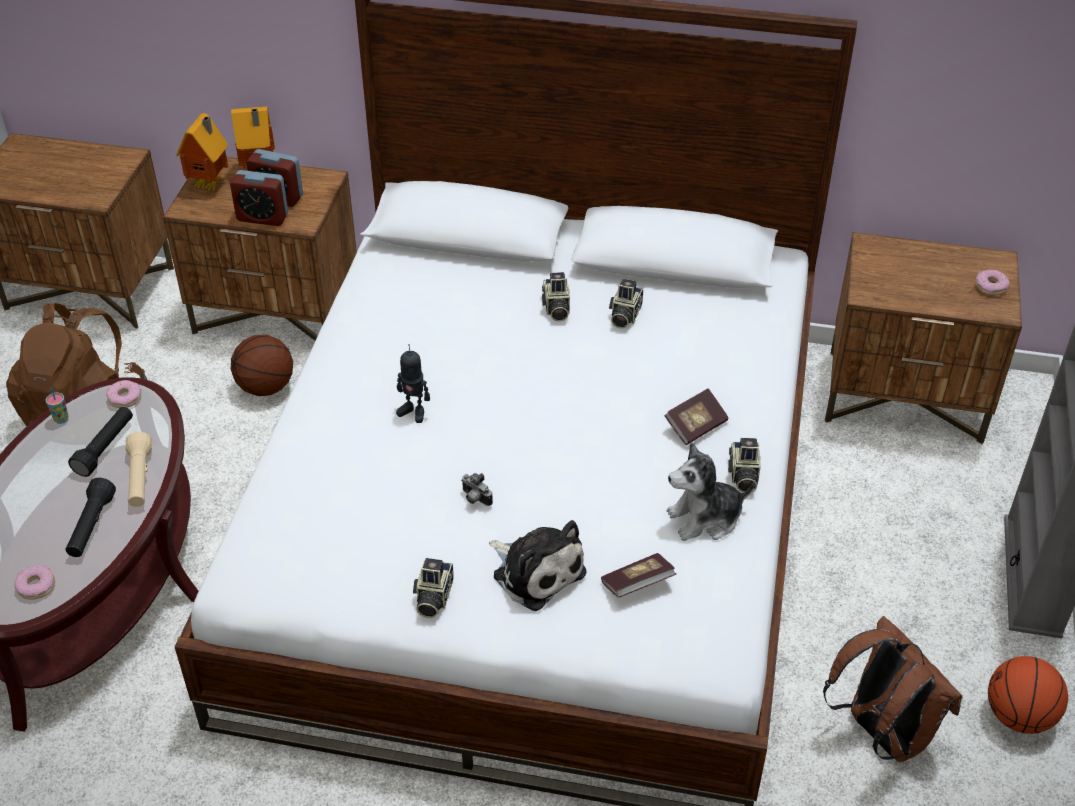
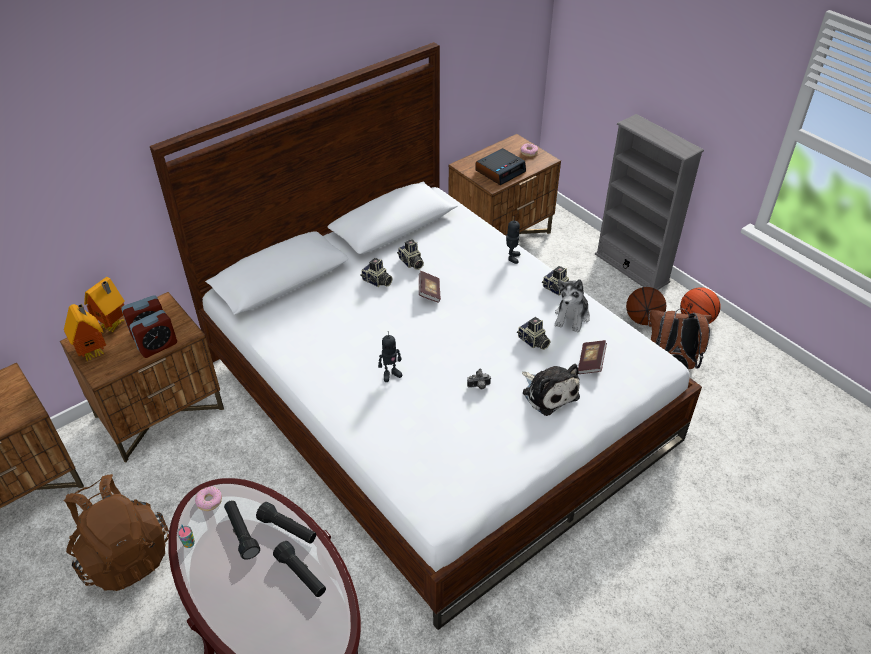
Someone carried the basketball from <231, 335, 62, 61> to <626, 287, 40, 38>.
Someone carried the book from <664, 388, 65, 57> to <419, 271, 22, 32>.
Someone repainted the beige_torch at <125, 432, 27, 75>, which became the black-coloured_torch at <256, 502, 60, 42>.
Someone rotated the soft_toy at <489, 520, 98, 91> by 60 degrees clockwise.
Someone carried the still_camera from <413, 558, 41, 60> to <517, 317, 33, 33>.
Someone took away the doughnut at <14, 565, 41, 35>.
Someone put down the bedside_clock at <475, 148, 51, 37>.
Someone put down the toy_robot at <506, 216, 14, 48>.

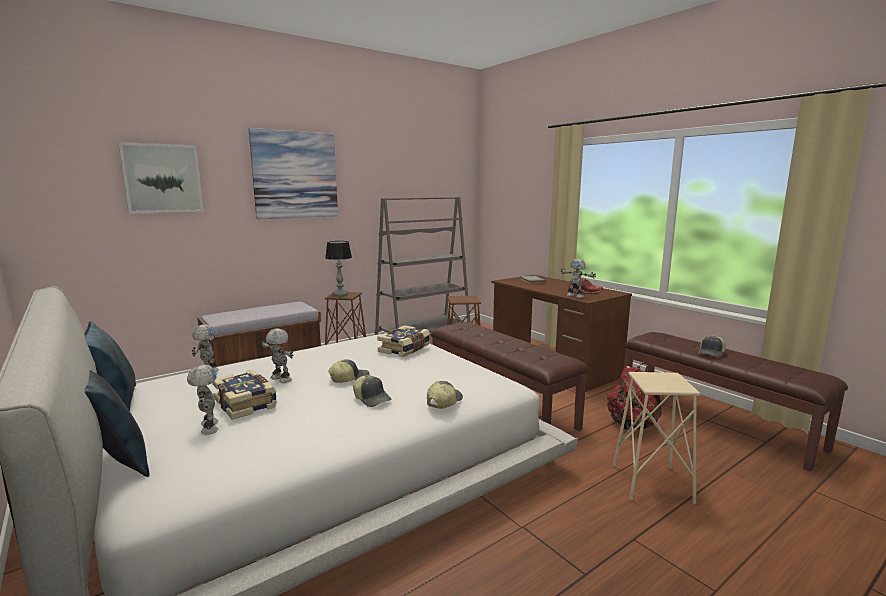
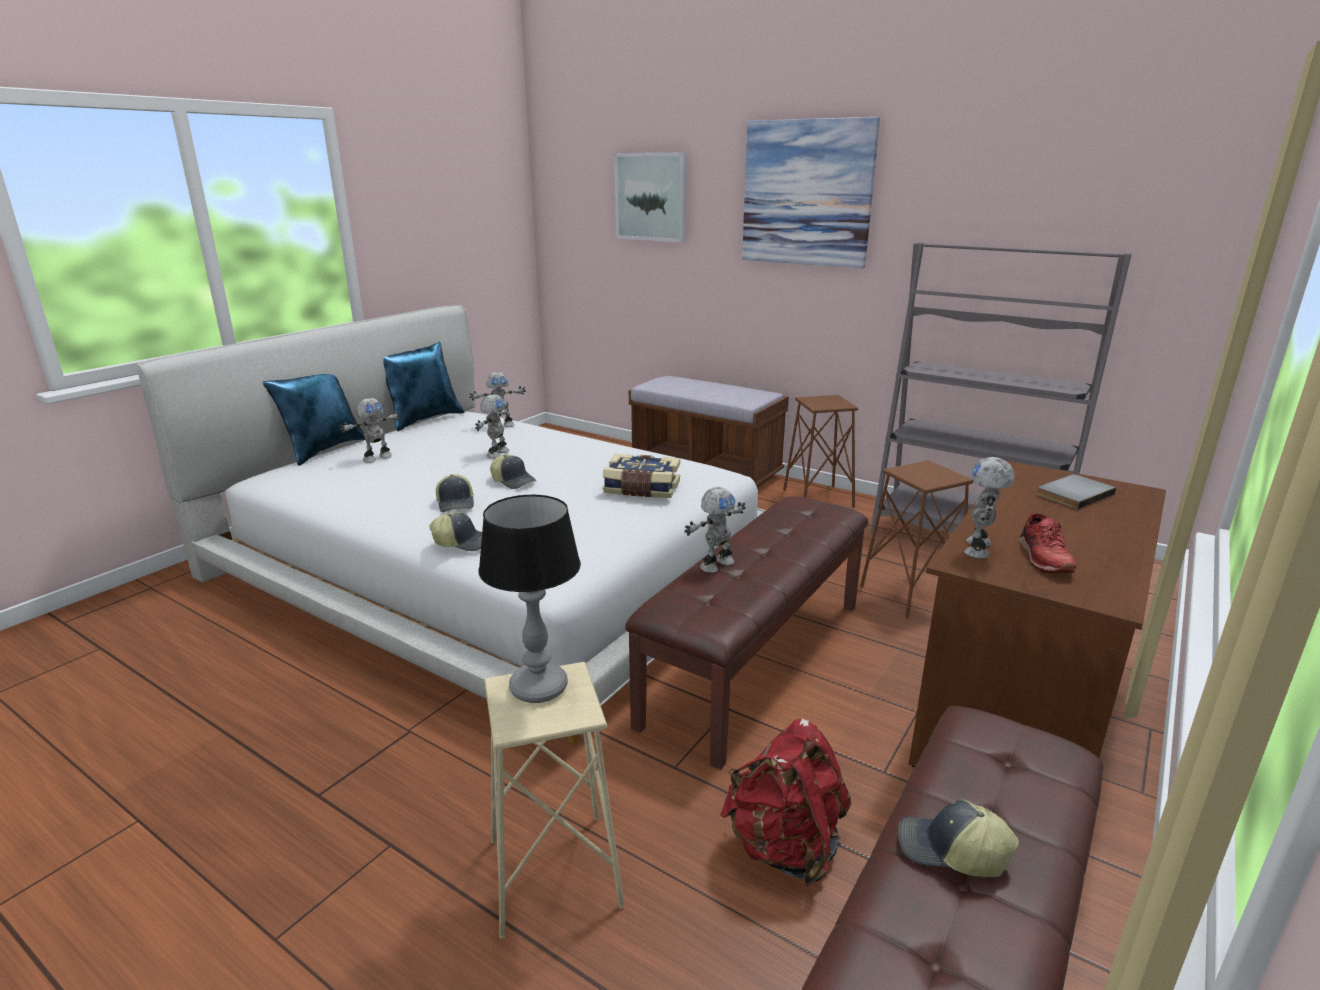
Someone carried the lamp_for_a_table from <325, 241, 27, 56> to <478, 494, 103, 209>.
Someone took away the book at <212, 370, 65, 50>.
Someone rotated the cap at <353, 375, 38, 32> by 45 degrees counterclockwise.
Someone put down the toy_robot at <684, 487, 62, 86>.

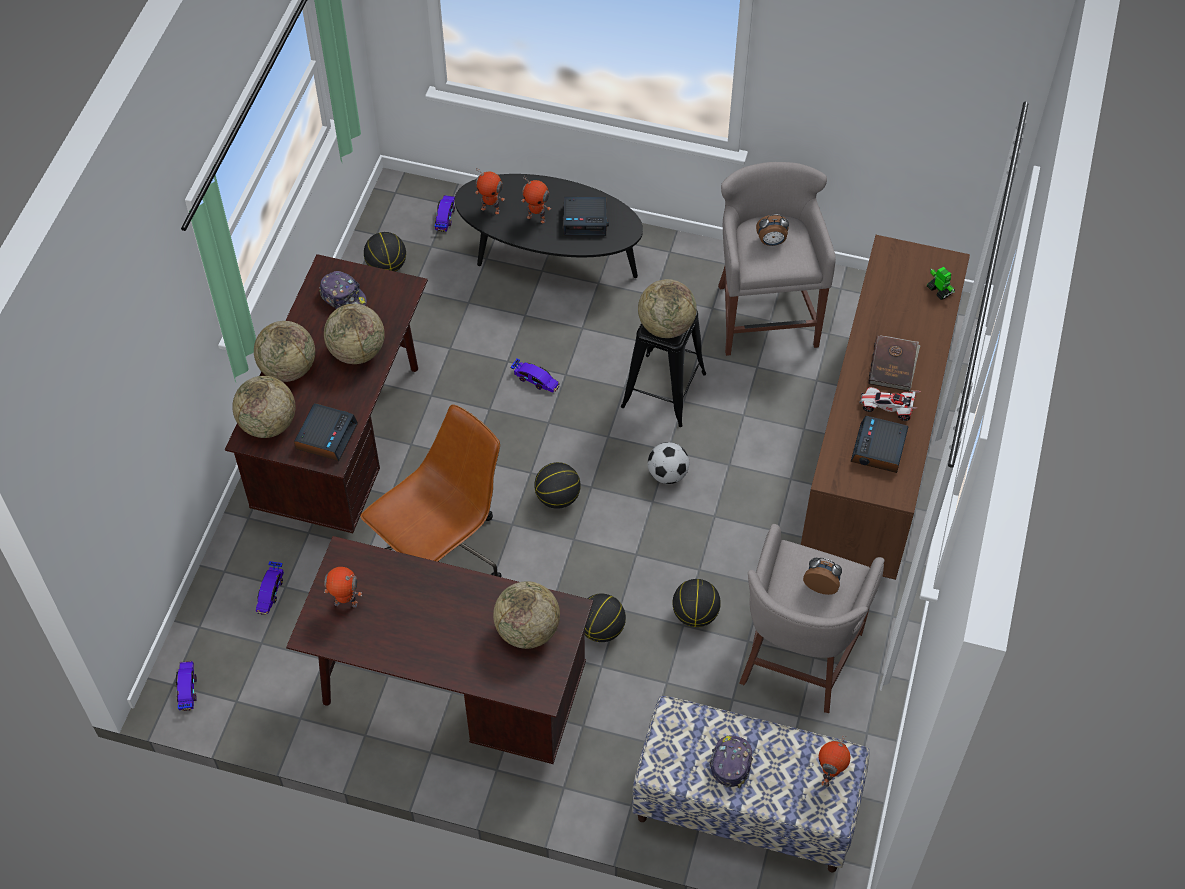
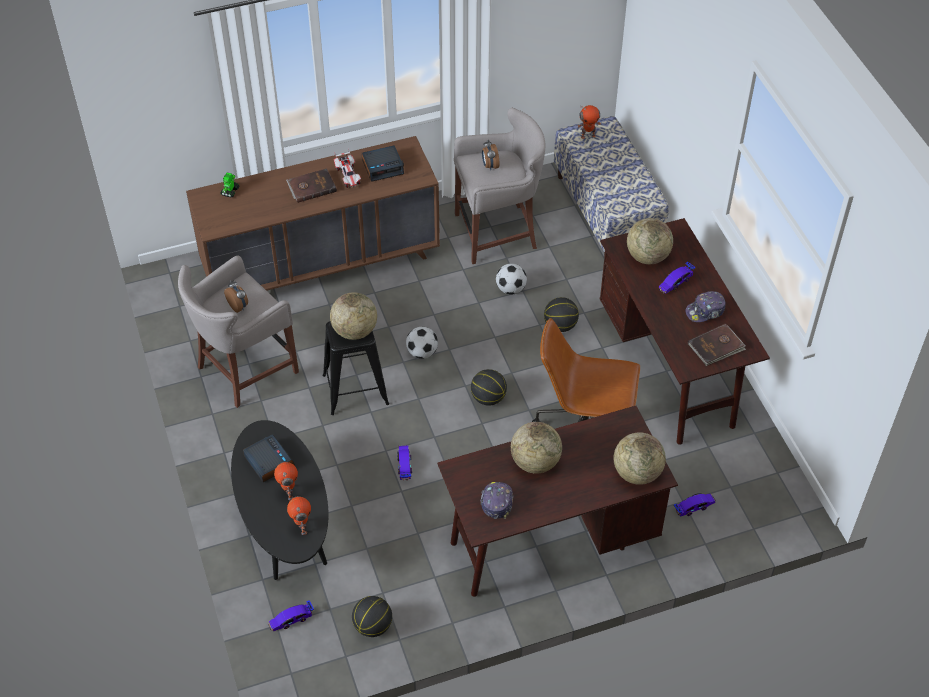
Someone took away the globe at <254, 321, 61, 61>.
Someone took away the bedside_clock at <294, 403, 64, 58>.
Someone swapped the toy_robot at <324, 567, 38, 41> for the brown-coloured_book at <688, 324, 58, 42>.
Someone swapped the basketball at <672, 579, 49, 48> for the football at <496, 263, 31, 32>.
Someone carried the model_car from <176, 661, 21, 50> to <659, 262, 37, 32>.
Someone carried the cap from <709, 735, 44, 53> to <685, 291, 41, 31>.

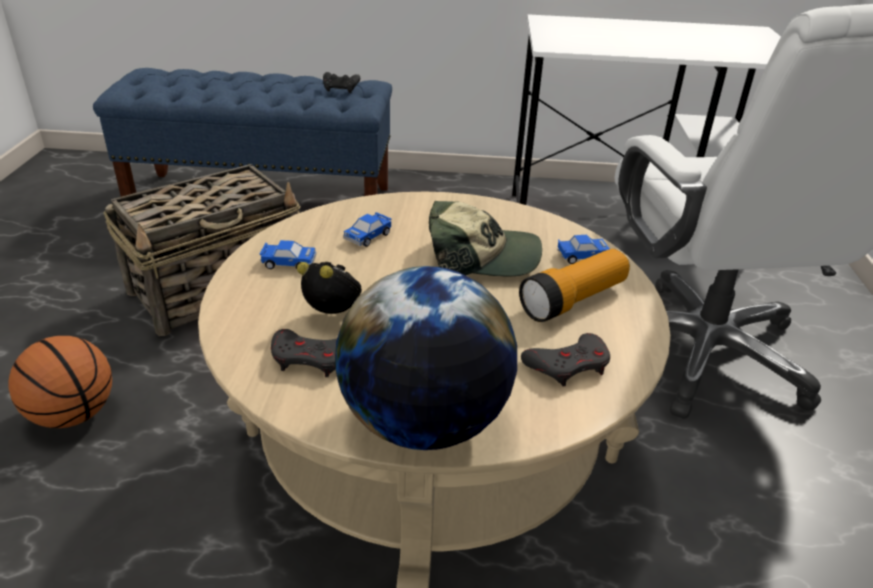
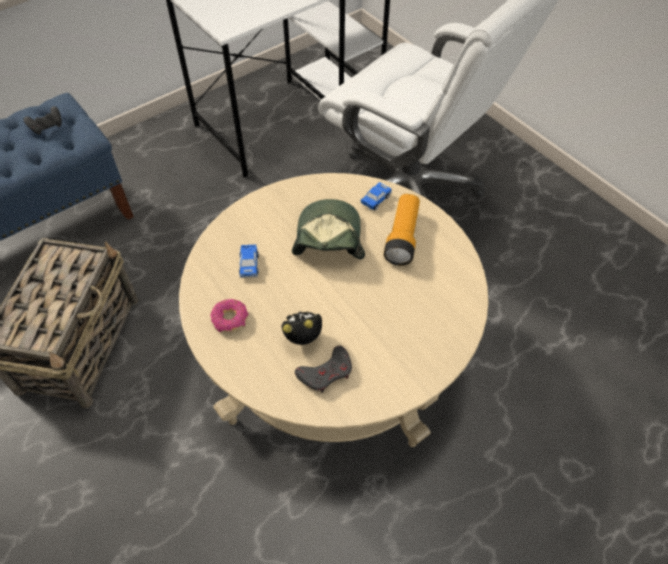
Someone rotated the cap at <429, 201, 113, 76> by 45 degrees counterclockwise.
Someone swapped the model_car at <260, 240, 56, 29> for the doughnut at <210, 299, 39, 34>.
Someone took away the globe at <335, 266, 182, 184>.
Someone took away the greyish_joypad at <521, 333, 89, 53>.
Someone took away the basketball at <8, 336, 104, 92>.

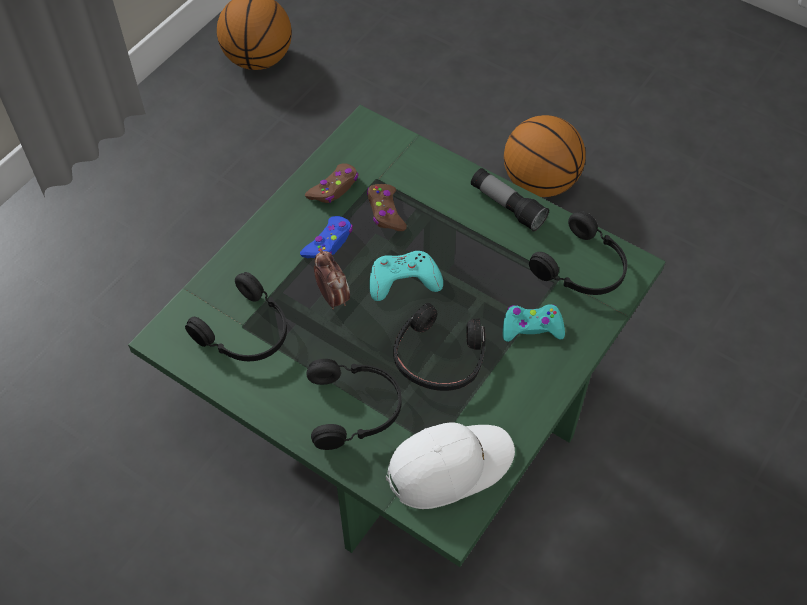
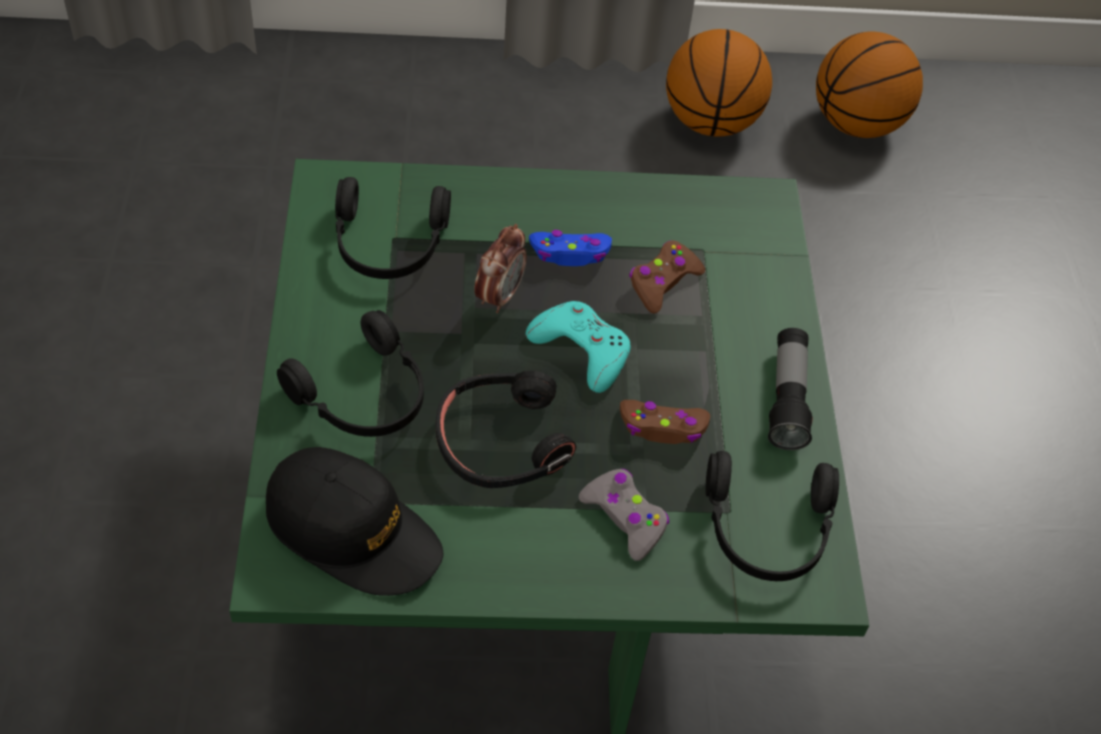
Someone carried the basketball from <504, 115, 82, 82> to <666, 29, 106, 108>.
Someone carried the brown-coloured_joypad from <305, 163, 53, 40> to <620, 400, 90, 44>.
Someone repainted the blue-green_joypad at <503, 304, 62, 38>, which became the greyish_joypad at <579, 469, 90, 92>.
Someone repainted the white_cap at <386, 422, 129, 87>, which became the black-coloured_cap at <266, 447, 177, 149>.

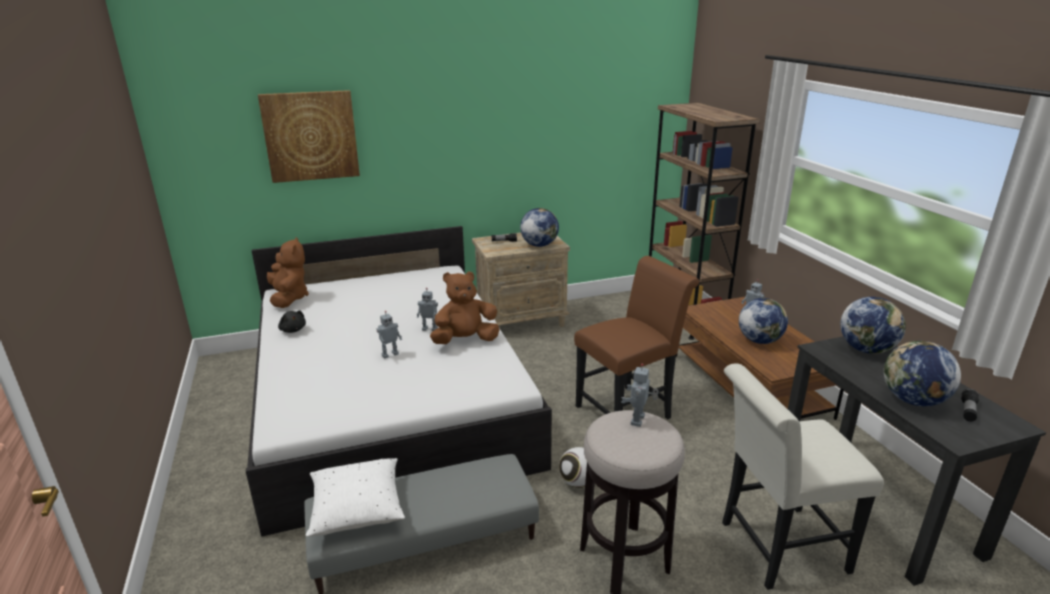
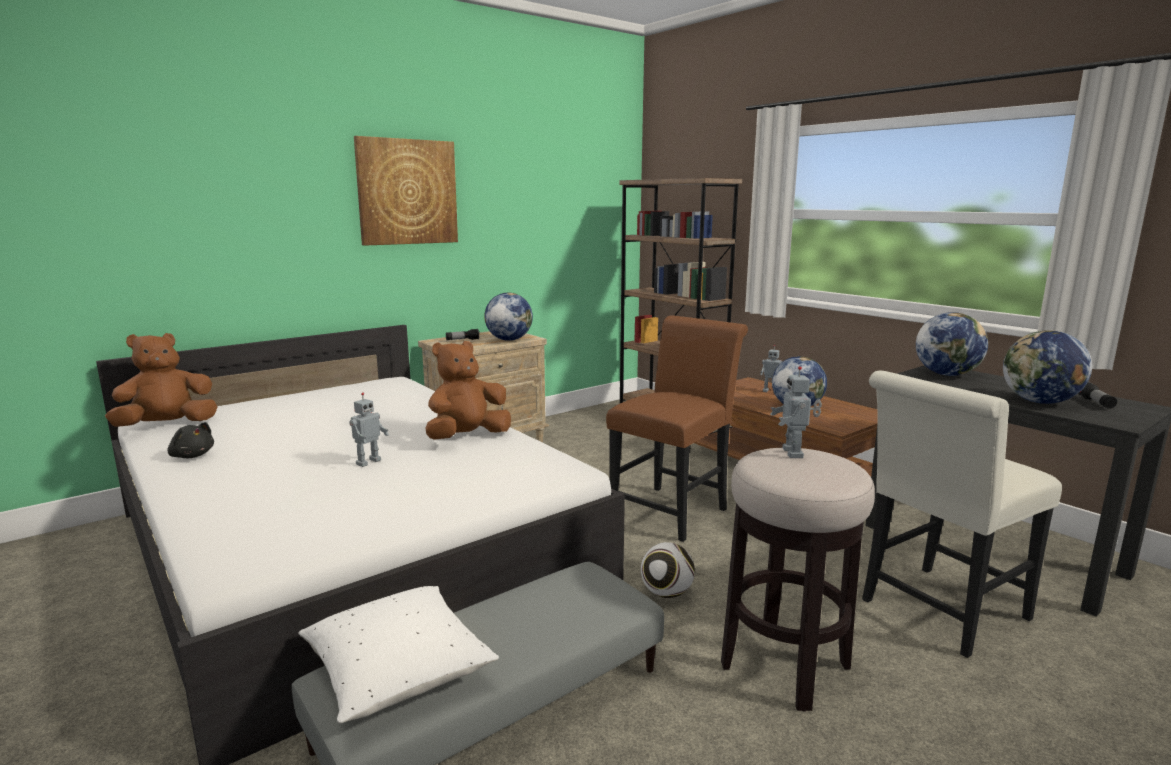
Someone carried the wall_picture from <258, 90, 102, 93> to <354, 136, 104, 110>.
Someone rotated the brown-coloured_soft_toy at <267, 237, 42, 71> by 90 degrees counterclockwise.
Someone took away the toy_robot at <417, 288, 21, 43>.

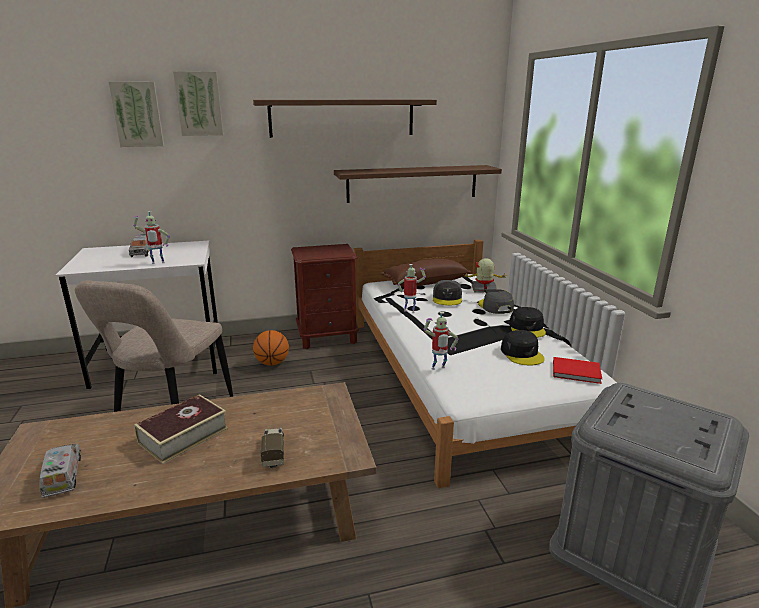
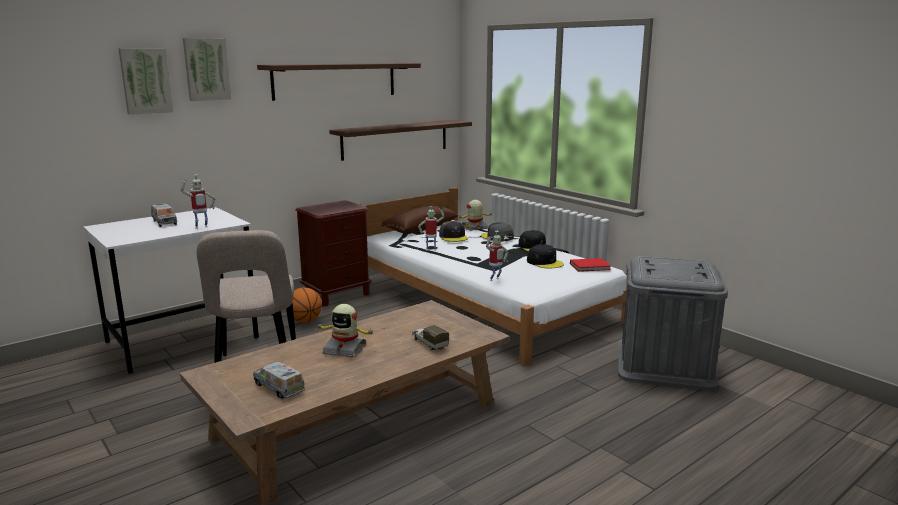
Someone swapped the book at <134, 394, 94, 70> for the toy_robot at <315, 304, 59, 54>.

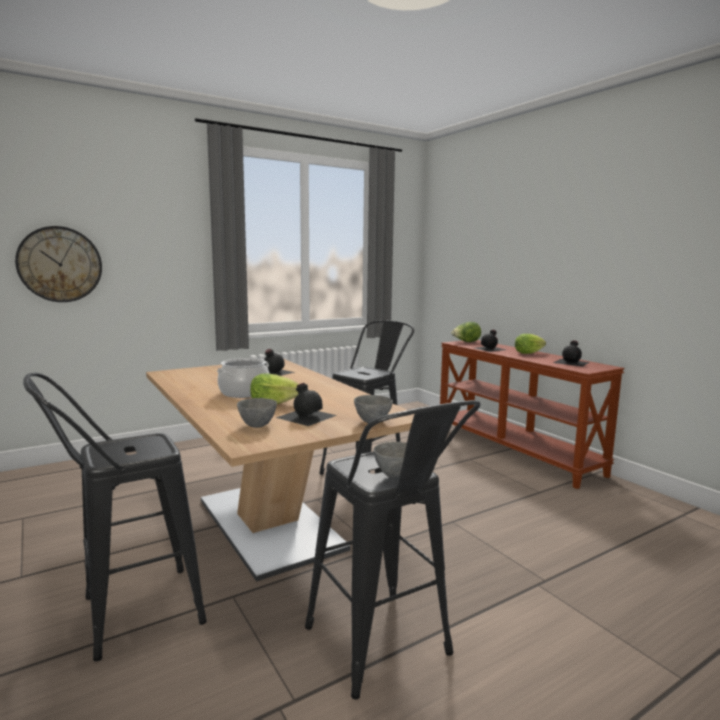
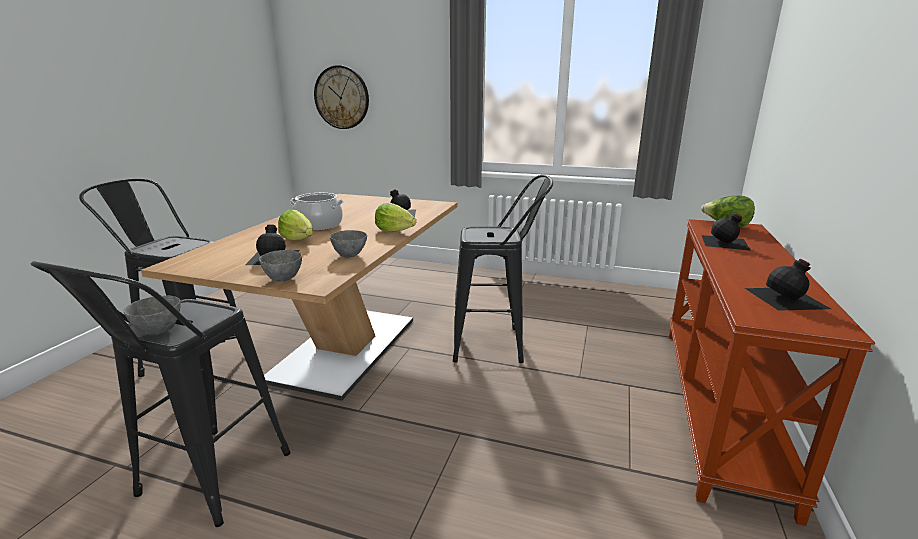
Someone carried the lettuce_head from <515, 334, 31, 20> to <375, 203, 41, 29>.
Someone carried the greyish_deep_dish from <237, 398, 40, 30> to <330, 230, 37, 28>.

